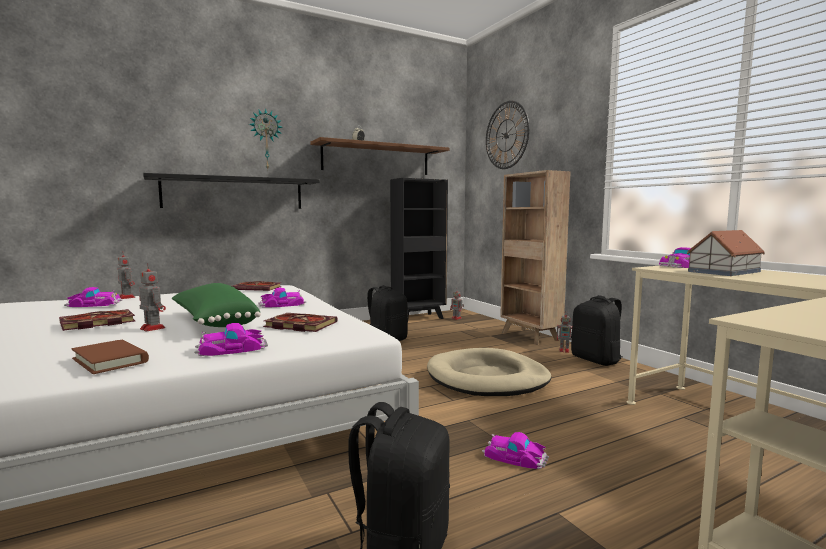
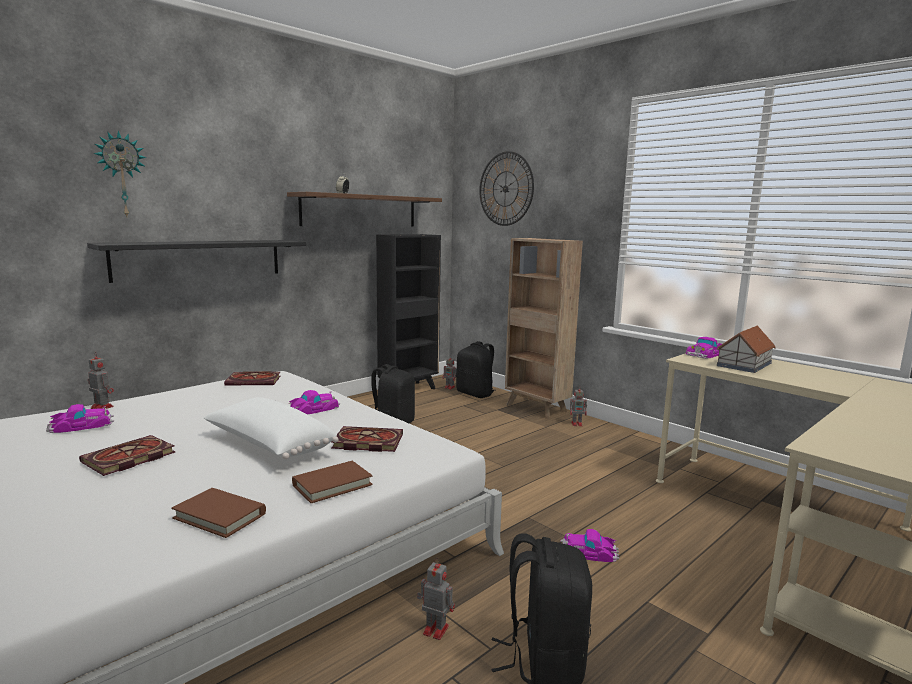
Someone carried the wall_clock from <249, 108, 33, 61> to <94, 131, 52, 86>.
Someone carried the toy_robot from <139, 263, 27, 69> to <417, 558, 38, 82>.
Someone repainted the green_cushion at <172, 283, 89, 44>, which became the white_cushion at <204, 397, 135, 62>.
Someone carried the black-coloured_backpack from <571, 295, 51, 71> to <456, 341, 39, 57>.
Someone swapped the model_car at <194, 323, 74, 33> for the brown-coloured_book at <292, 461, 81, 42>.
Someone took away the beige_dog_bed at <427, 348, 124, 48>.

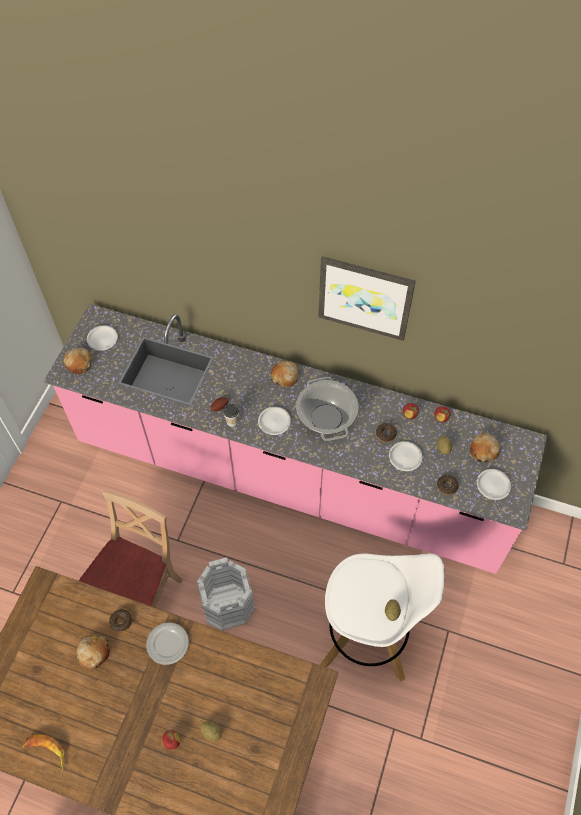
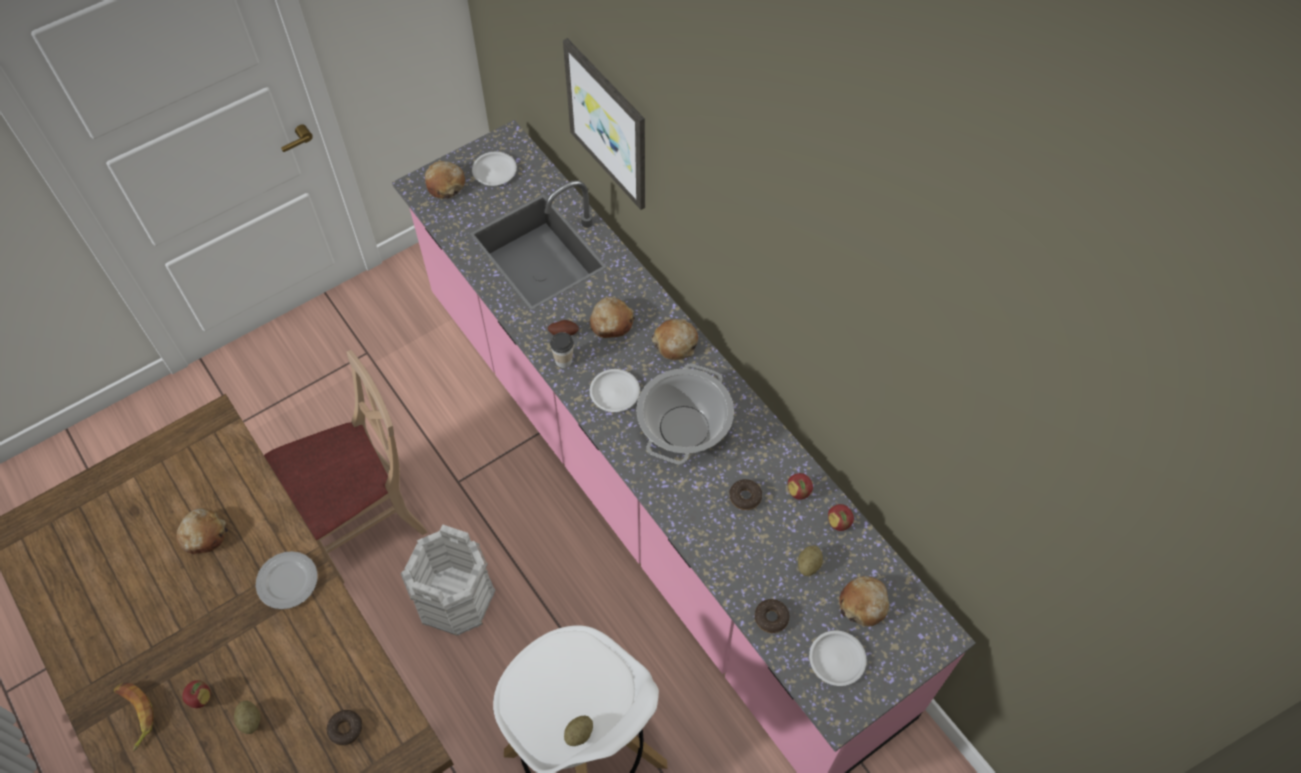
Someone carried the wall_picture from <318, 256, 98, 85> to <563, 38, 82, 172>.
Someone took away the white_dinner_plate at <389, 441, 34, 30>.
Someone carried the doughnut from <109, 609, 23, 23> to <327, 710, 36, 36>.
Someone carried the banana_fruit from <22, 734, 42, 36> to <114, 682, 40, 69>.
Someone put down the bread at <590, 297, 45, 41>.

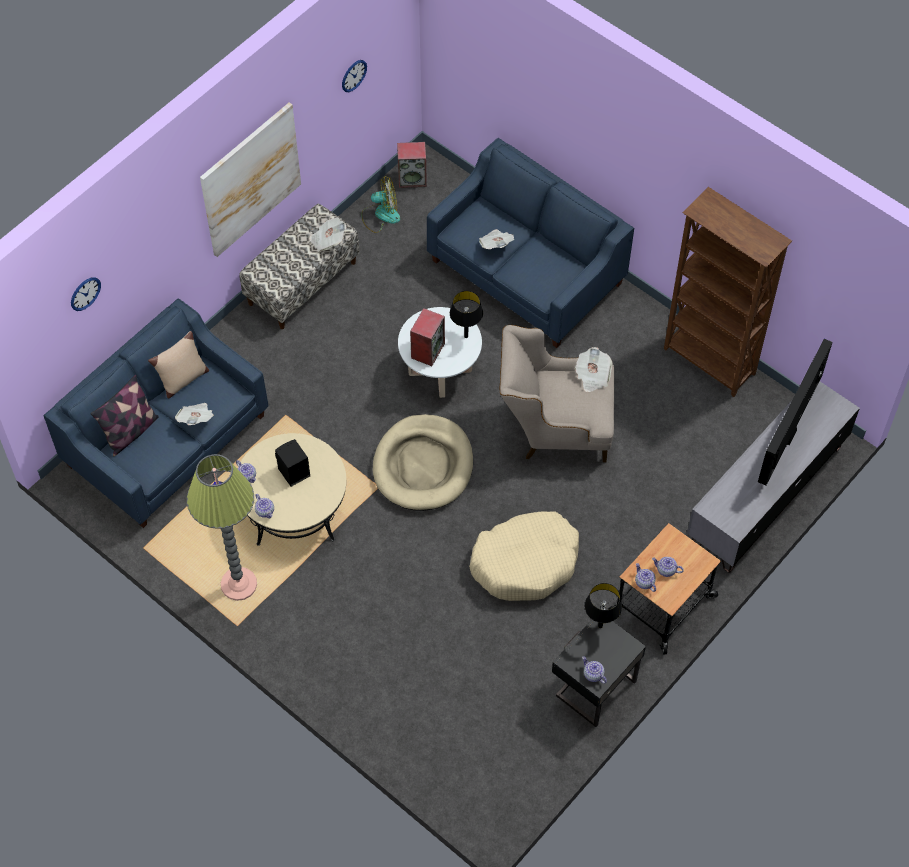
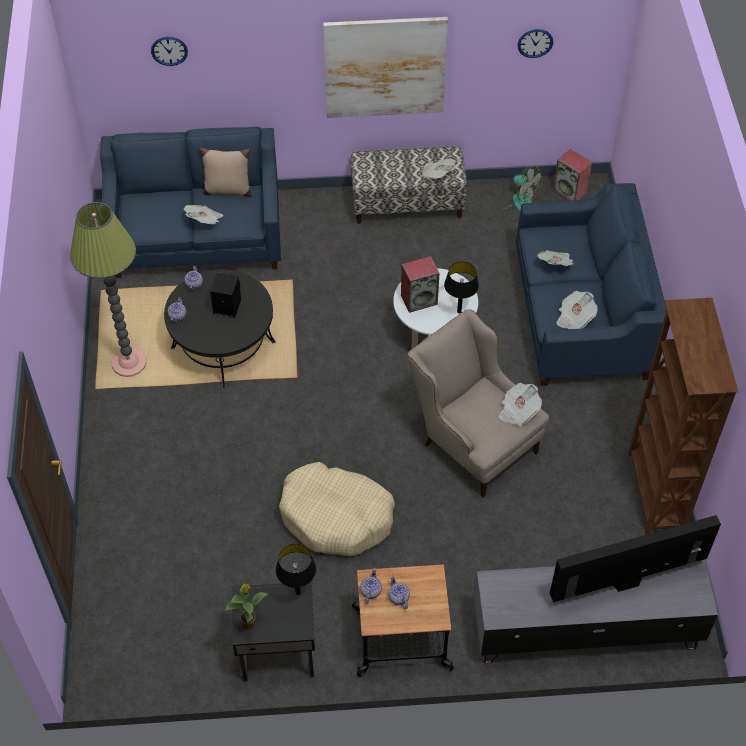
Someone took away the cushion at <90, 375, 69, 82>.
Someone took away the beige_dog_bed at <373, 414, 100, 97>.
Someone repainted the beige_lounge_table at <241, 433, 105, 113>, which became the black-coloured_lounge_table at <164, 269, 112, 119>.
Someone swapped the teapot at <582, 656, 25, 28> for the houseplant at <225, 584, 43, 46>.
Someone put down the newspaper at <556, 291, 42, 38>.

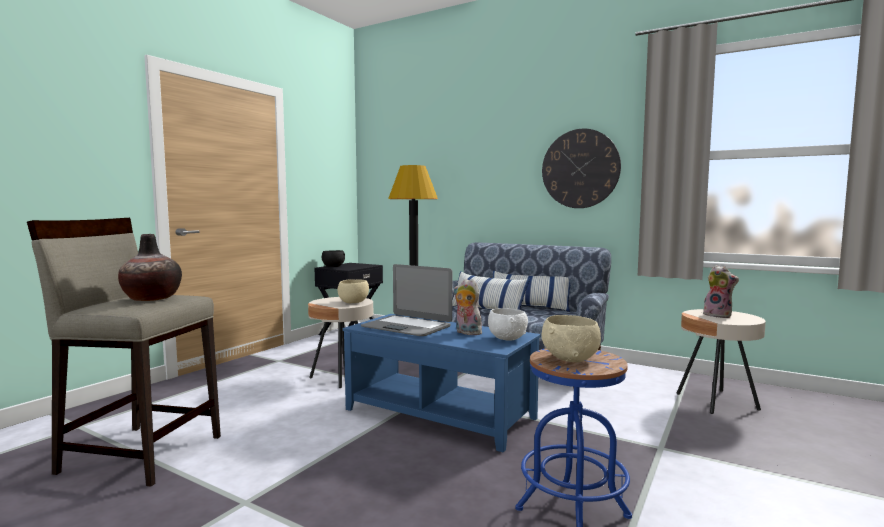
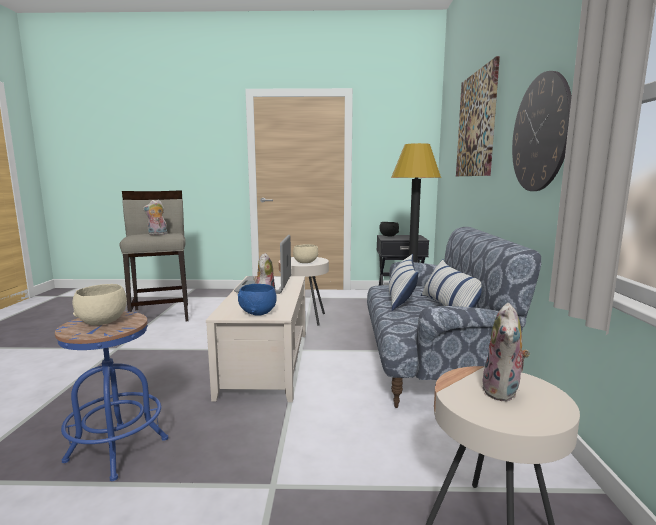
Someone swapped the flower_vase at <118, 234, 64, 67> for the soft_toy at <143, 200, 24, 35>.
Someone repainted the white_deep_dish at <488, 308, 40, 32>, which became the blue-coloured_deep_dish at <238, 284, 39, 32>.
Someone repainted the blue-coloured_lounge_table at <343, 314, 198, 139>, which became the beige_lounge_table at <206, 276, 100, 126>.
Someone put up the wall_picture at <456, 56, 44, 120>.

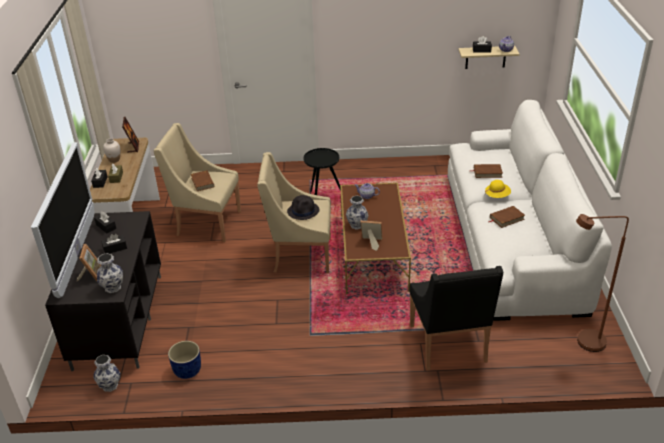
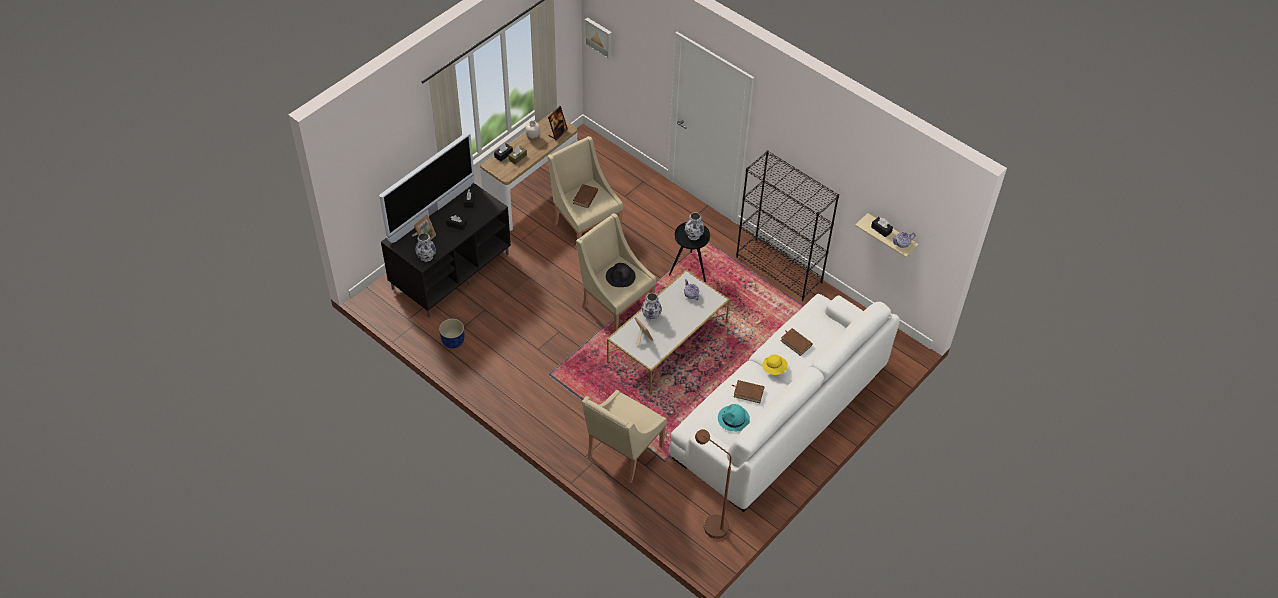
Someone repainted the brown-coloured_lounge_table at <340, 183, 71, 111>, which became the white_lounge_table at <607, 270, 123, 124>.
Someone repainted the black-coloured_easy_chair at <410, 266, 93, 105>, which became the beige_easy_chair at <582, 390, 85, 94>.
Someone carried the flower_vase from <93, 355, 28, 37> to <685, 212, 19, 28>.
Someone put up the wall_picture at <585, 17, 27, 42>.
Someone put down the black-coloured_shelving_unit at <736, 150, 103, 151>.
Someone put down the blue-green_clothing_hat at <718, 404, 32, 27>.

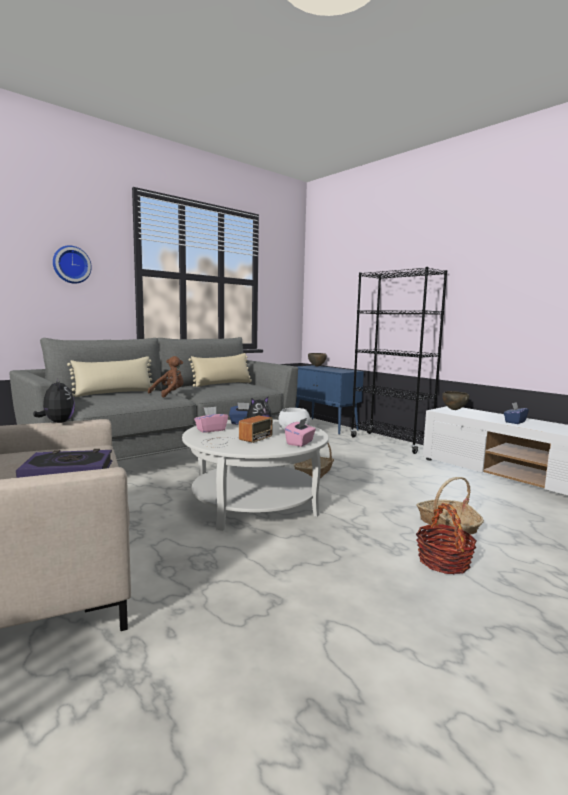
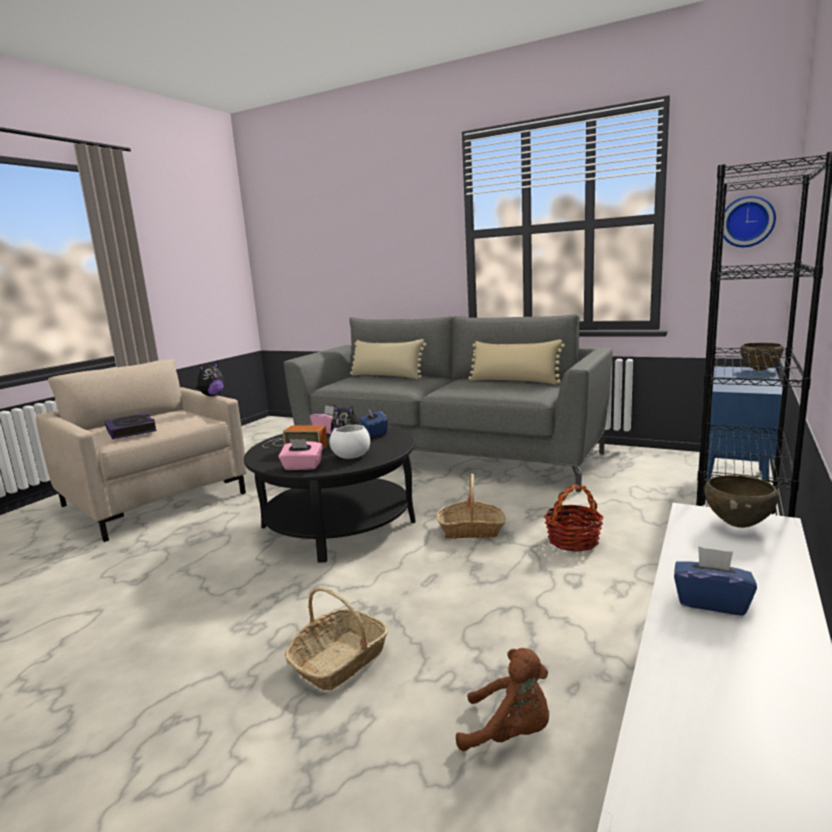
Someone carried the wall_clock from <53, 246, 39, 38> to <723, 196, 53, 51>.
Someone carried the brown-coloured_soft_toy from <148, 356, 36, 42> to <456, 648, 93, 103>.
Someone repainted the white_lounge_table at <182, 419, 147, 112>, which became the black-coloured_lounge_table at <244, 424, 172, 139>.
Someone carried the household_basket from <416, 503, 61, 71> to <544, 485, 60, 67>.

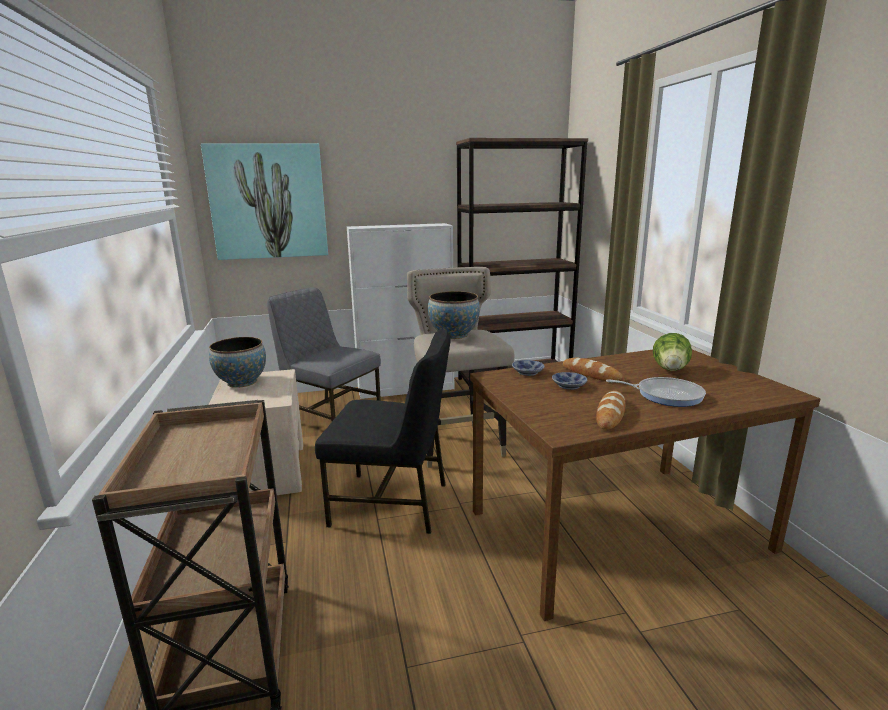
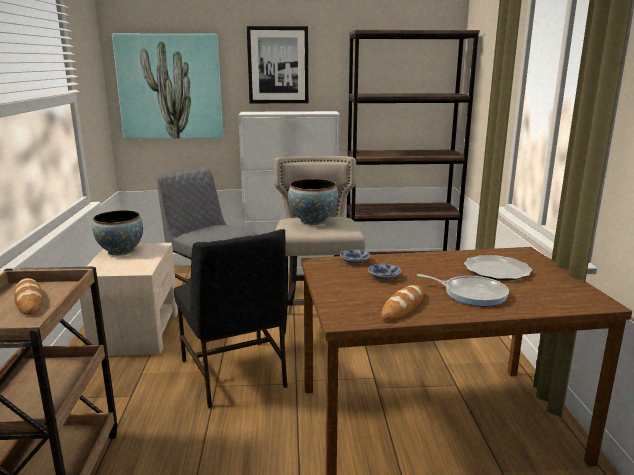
Someone rotated the black-coloured_plain_chair at <315, 330, 136, 204> by 45 degrees clockwise.
Someone swapped the lettuce_head at <653, 333, 39, 38> for the dinner_plate at <464, 255, 69, 26>.
Someone carried the bread from <563, 358, 62, 25> to <14, 278, 29, 37>.
Someone put up the wall_picture at <247, 26, 61, 77>.

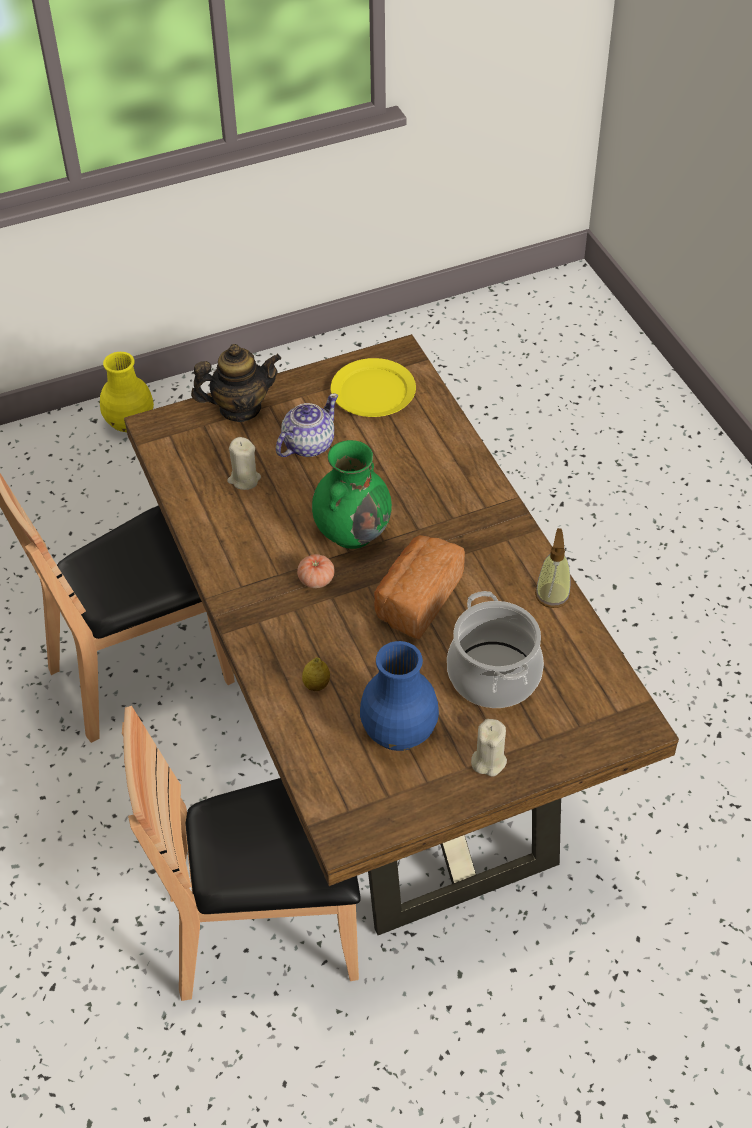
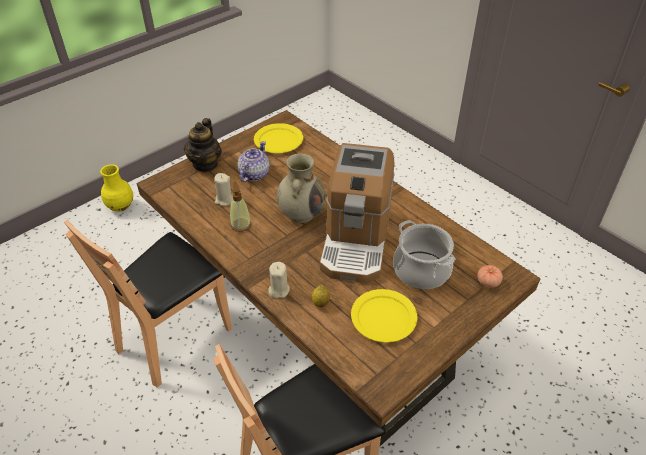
Someone rotated the teapot at <191, 344, 90, 78> by 135 degrees clockwise.
Someone repainted the green_flower_vase at <312, 440, 80, 109>, which became the beige_flower_vase at <277, 153, 48, 70>.
Someone carried the liquid_soap_bottle from <535, 528, 36, 80> to <230, 182, 21, 50>.
Someone swapped the bread at <374, 535, 91, 104> for the coffee_machine at <320, 143, 74, 140>.
Someone carried the whole_tomato from <297, 554, 38, 34> to <477, 265, 26, 23>.
Someone swapped the blue-coloured_flower_vase at <360, 641, 79, 110> for the yellow-coloured_dinner_plate at <351, 289, 67, 53>.
Someone carried the beige_wax_candle from <471, 719, 36, 57> to <268, 262, 22, 36>.

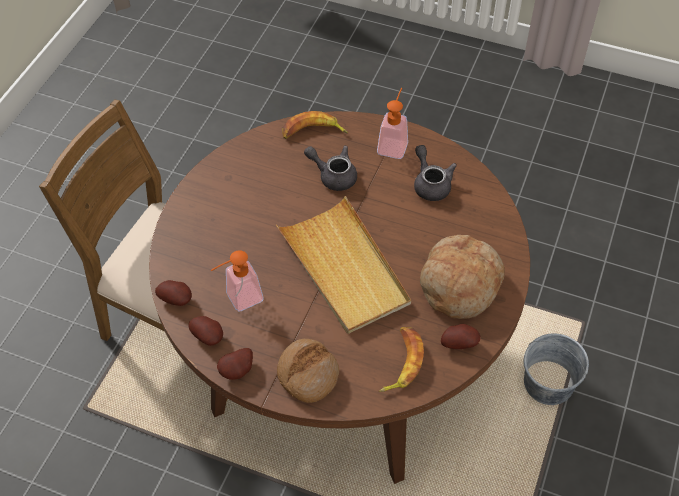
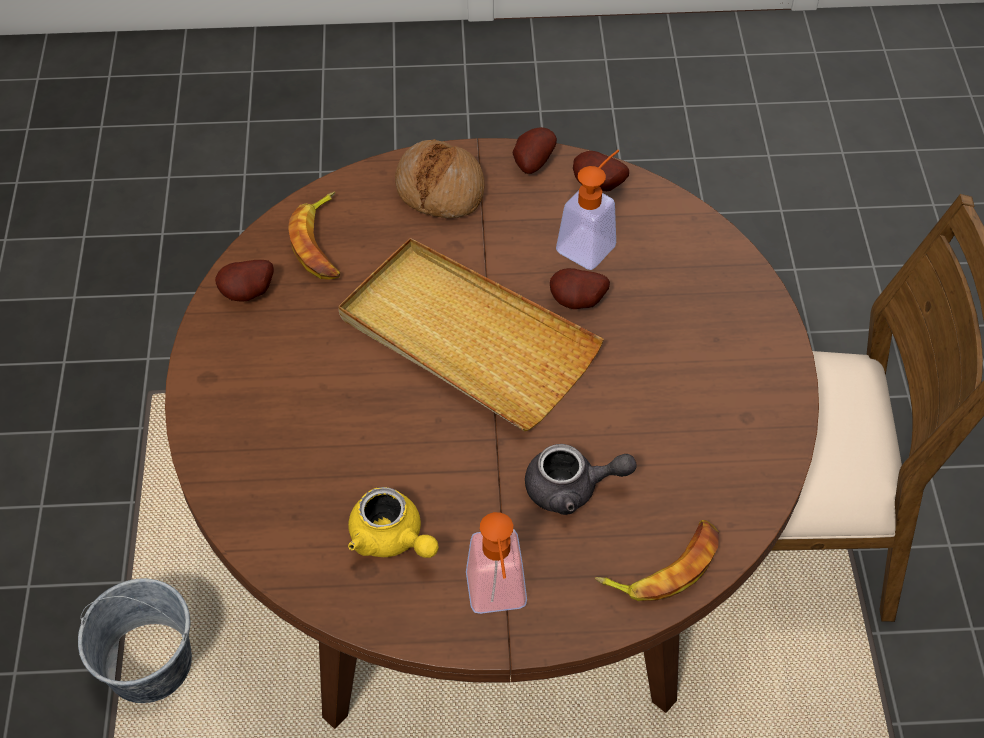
Someone repainted the greyish_teapot at <414, 145, 43, 56>, which became the yellow-coloured_teapot at <348, 487, 91, 71>.
Someone took away the bread at <420, 235, 85, 84>.
Someone carried the potato from <155, 280, 37, 26> to <550, 268, 60, 41>.

